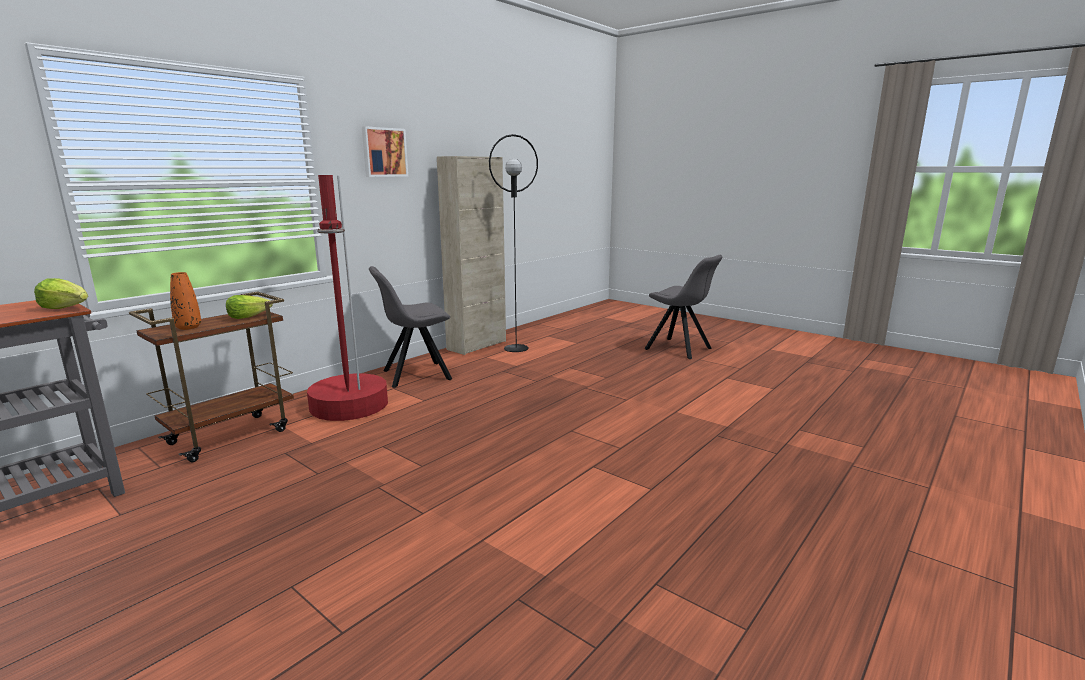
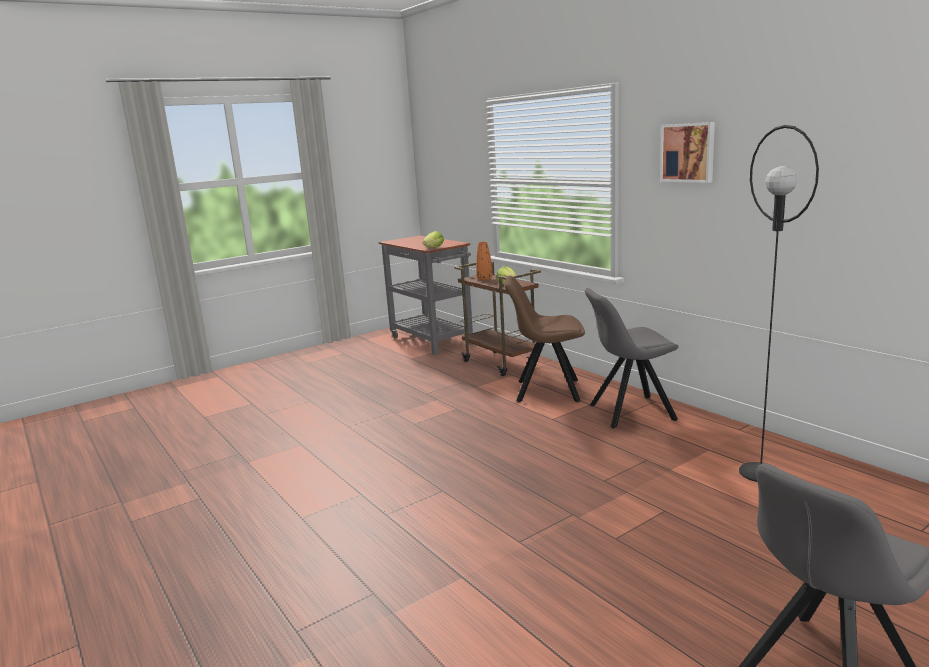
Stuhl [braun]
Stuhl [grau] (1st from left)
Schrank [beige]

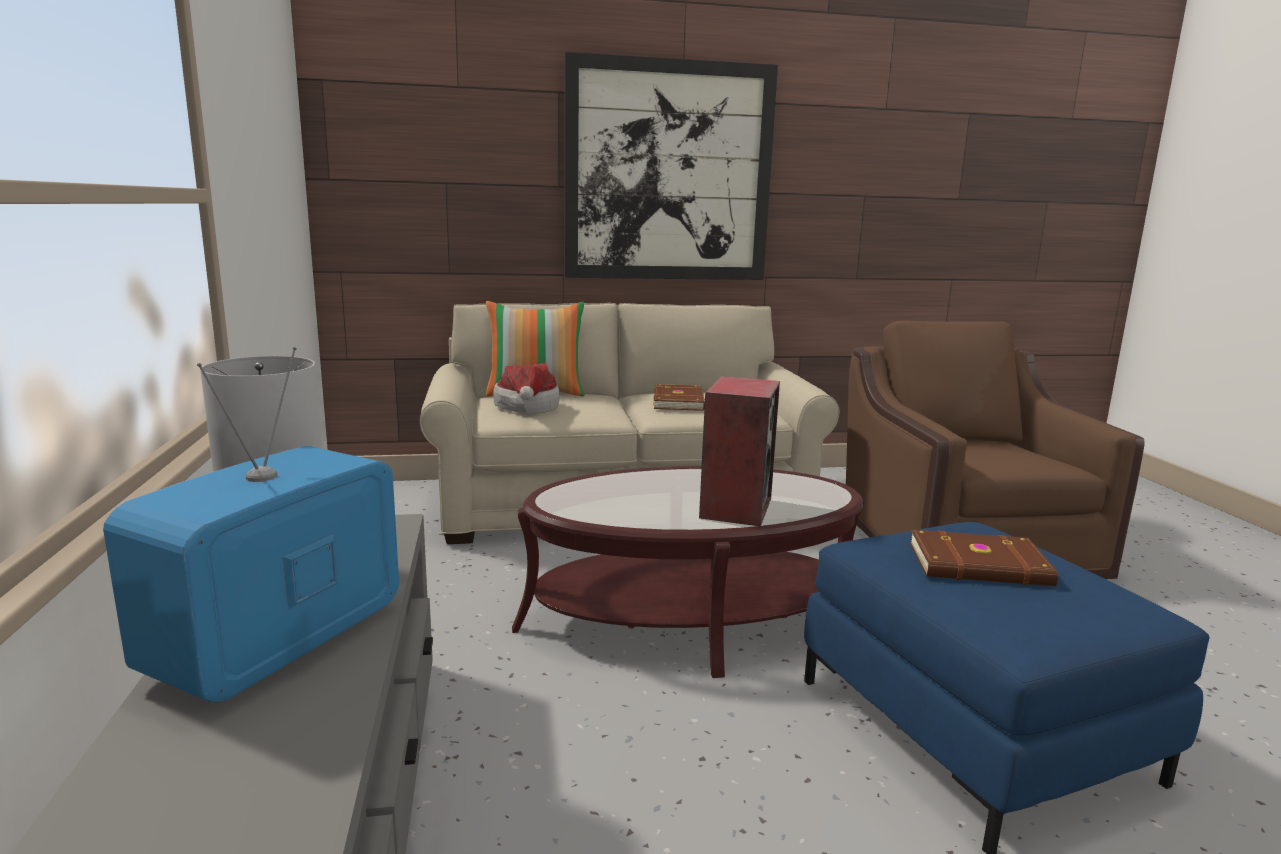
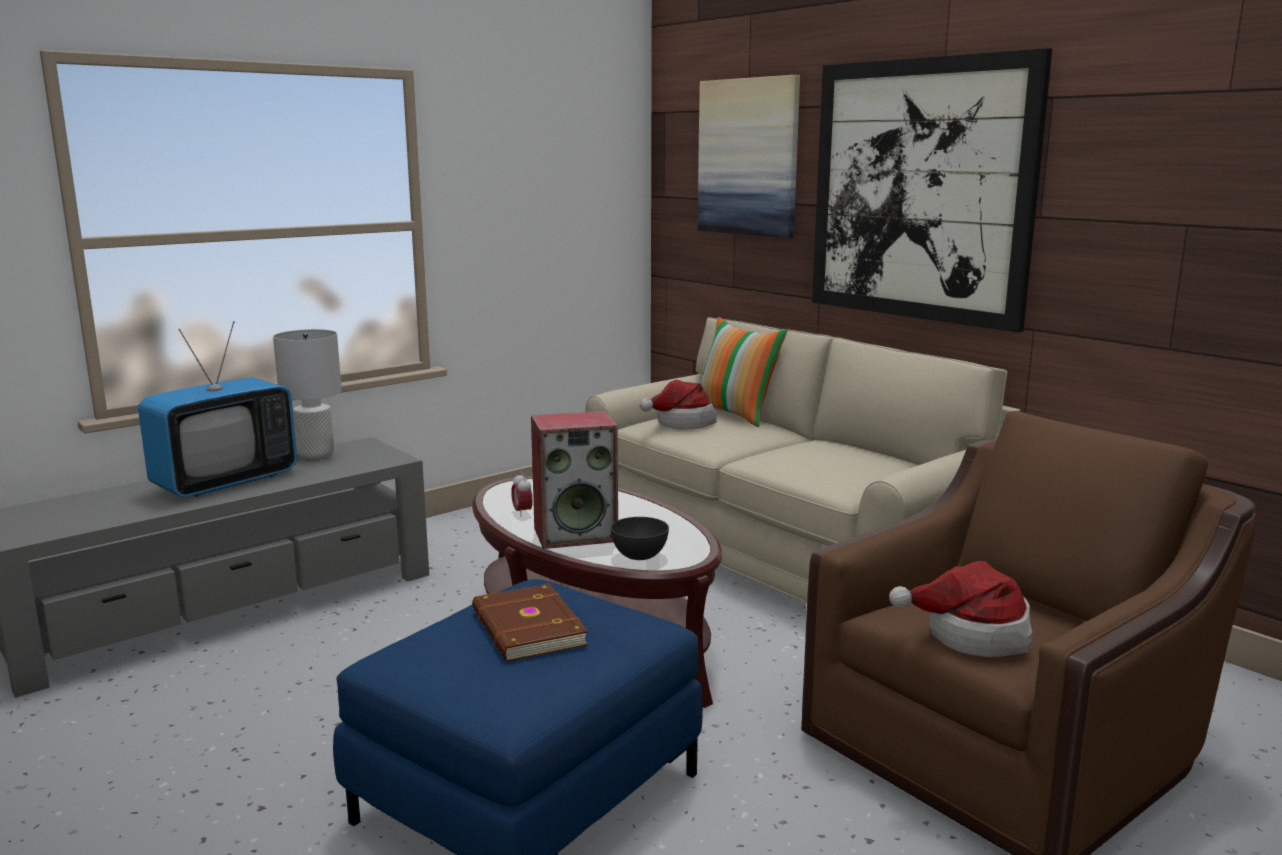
Fernseher
Wecker
Schüssel [grau]
Bild (1st from left)
Hut (2nd from left)
Buch [braun] (1st from left in the first image)

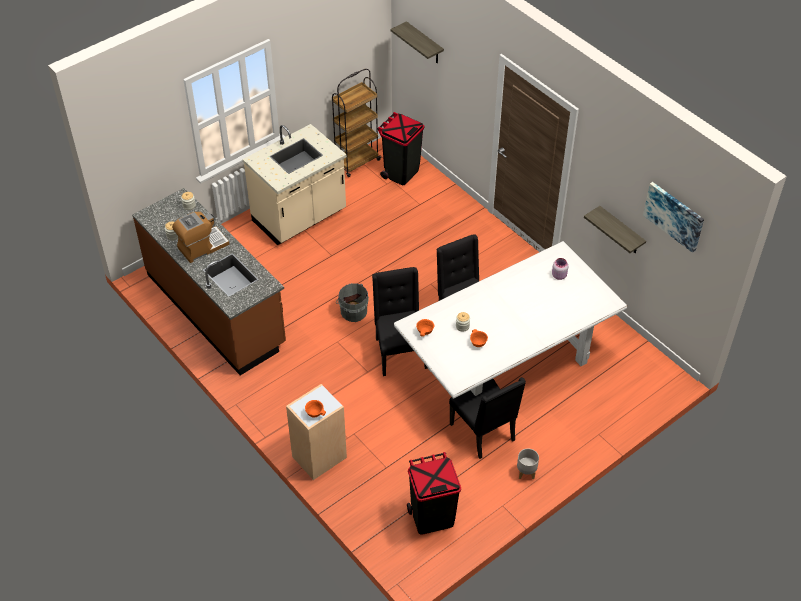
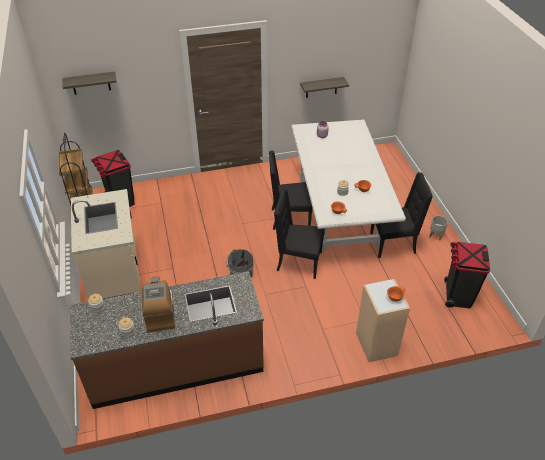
Bild

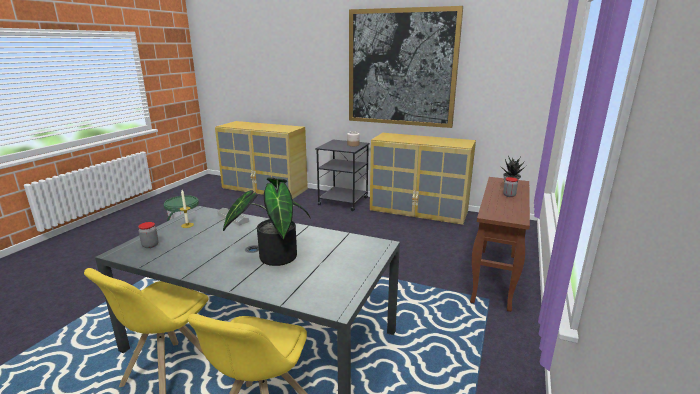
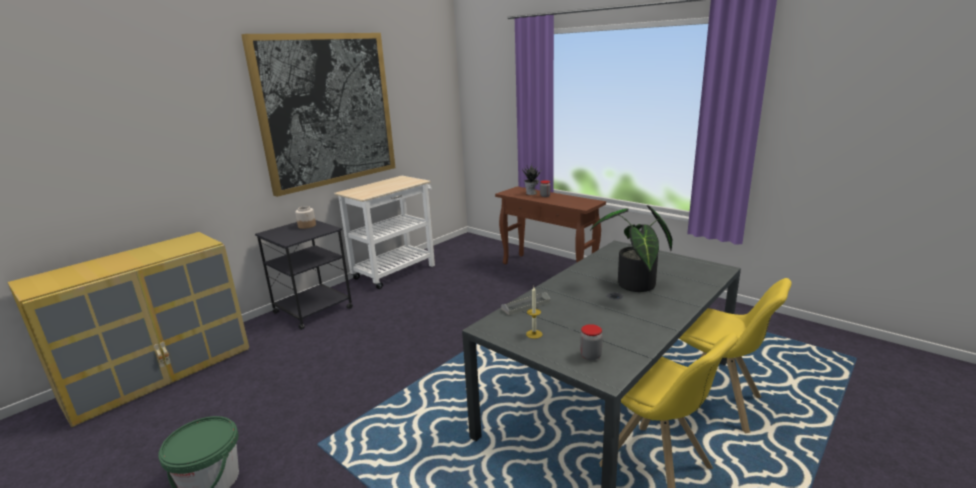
Rollwagen [weiß]

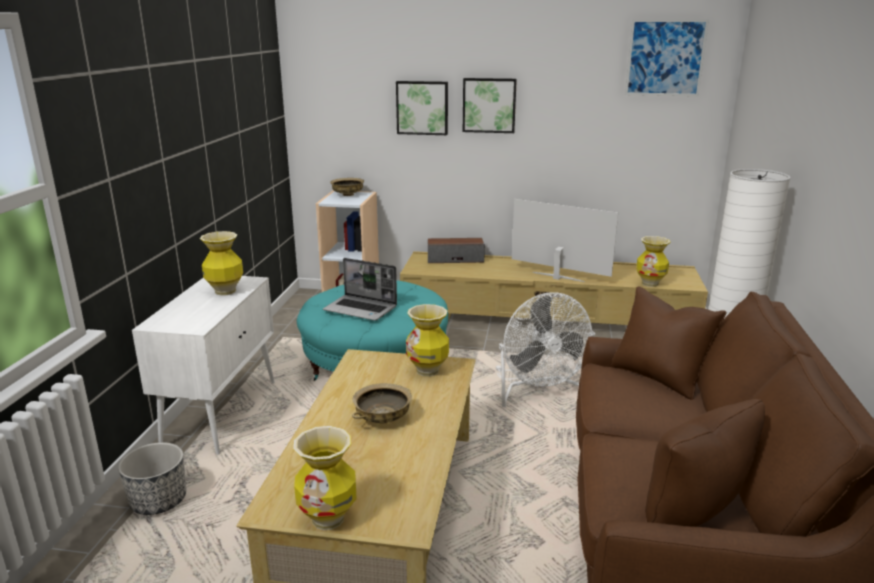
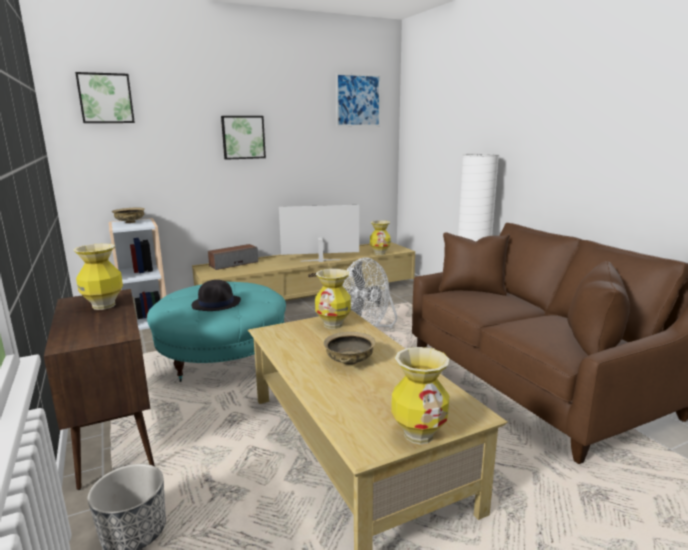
Schrank [braun]
Bild (1st from left)
Hut [schwarz]

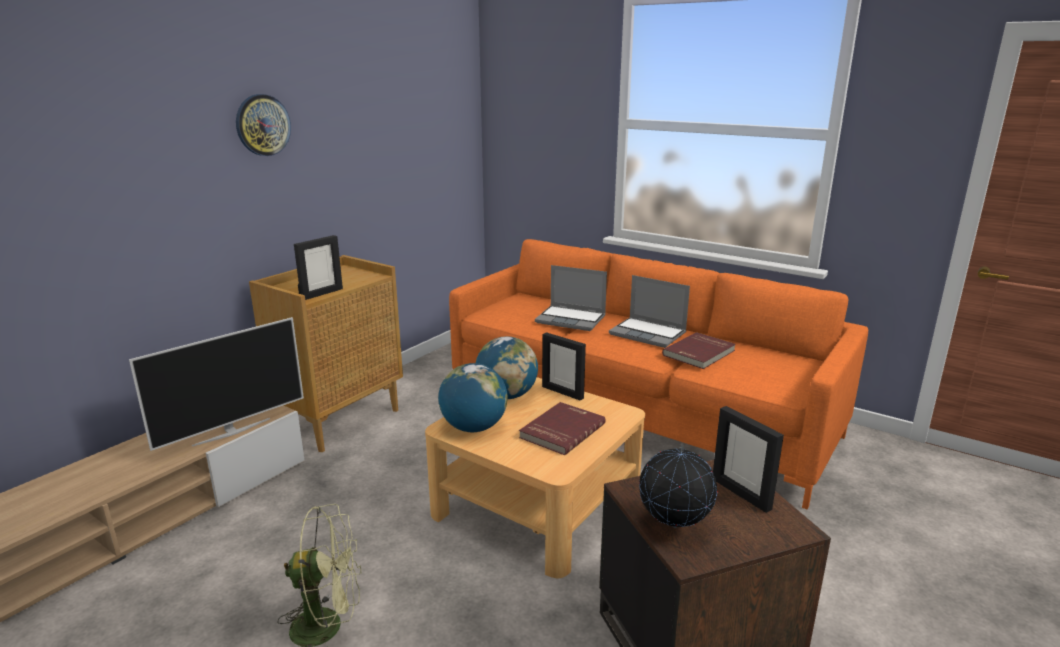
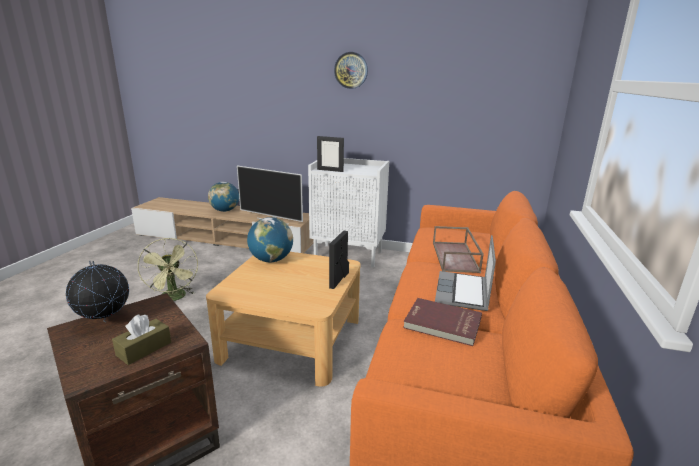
Taschentuchbox [braun]
Globus (2nd from left)
Schrank [weiß]
Tablett [braun]
Buch [rot] (1st from left in the first image)

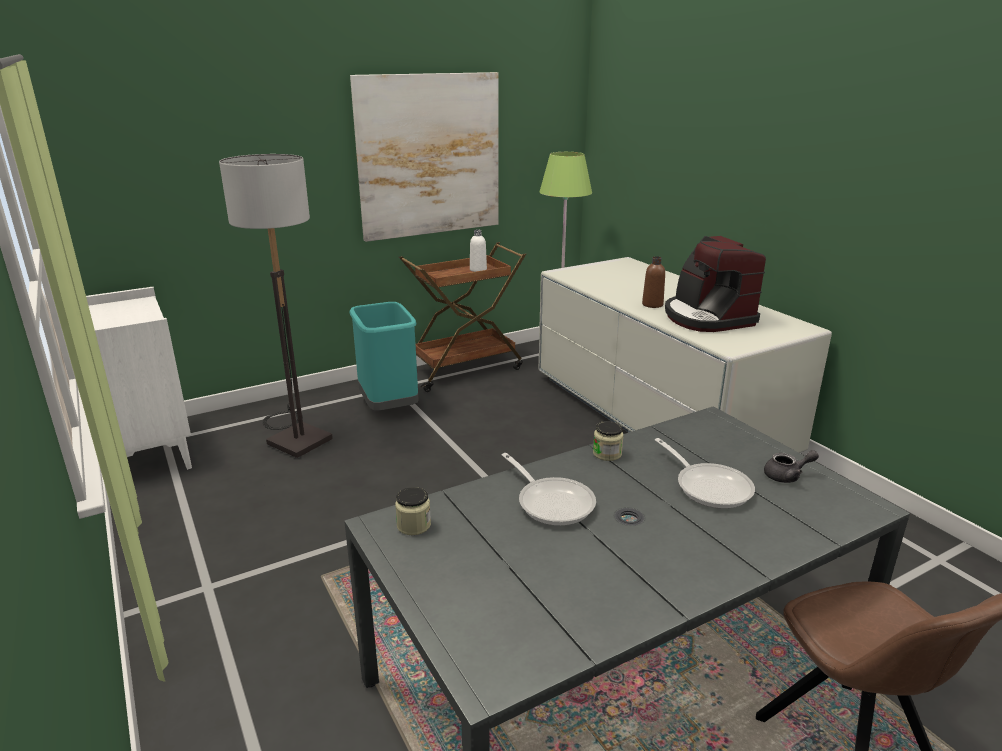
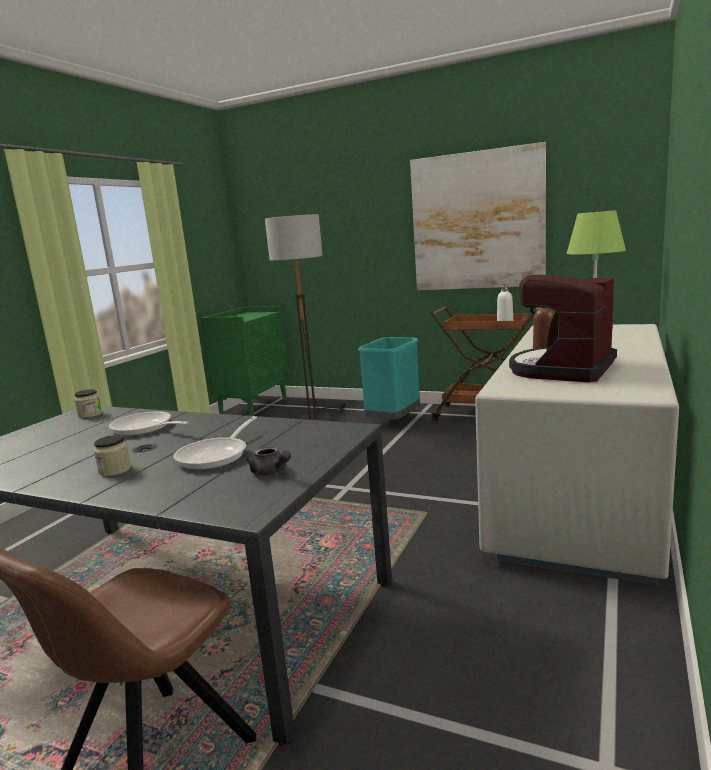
Vorratsglas (2nd from left)
Pfanne (1st from left)
Schrank [grün]

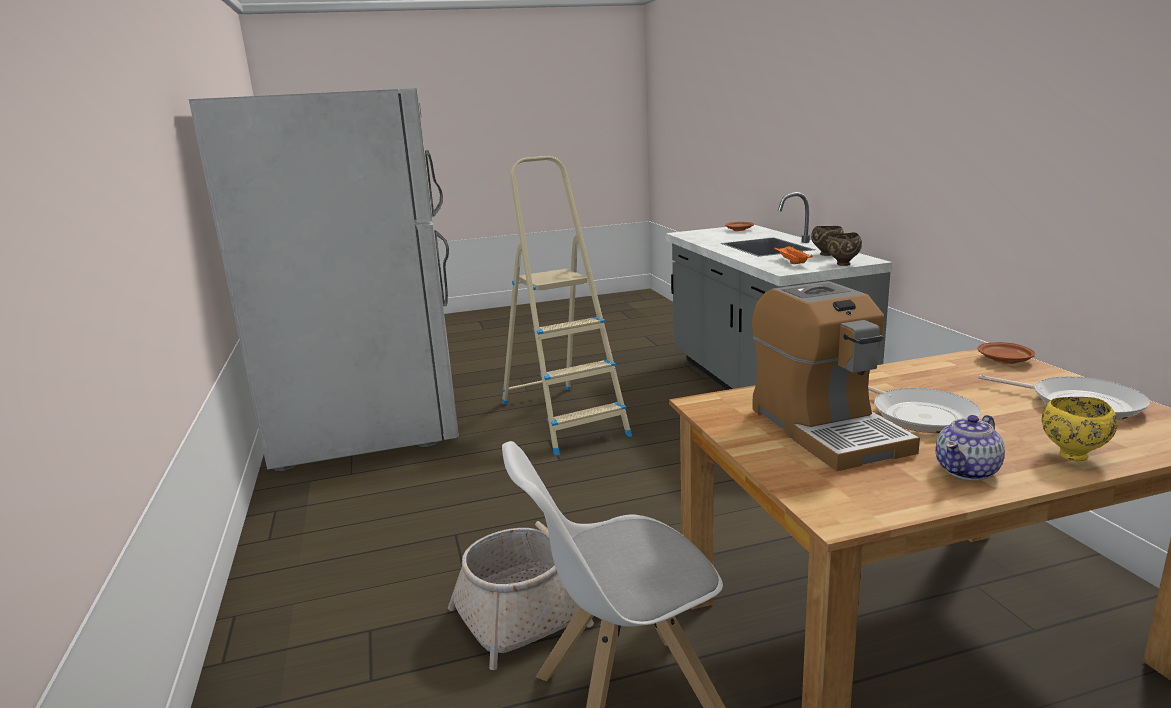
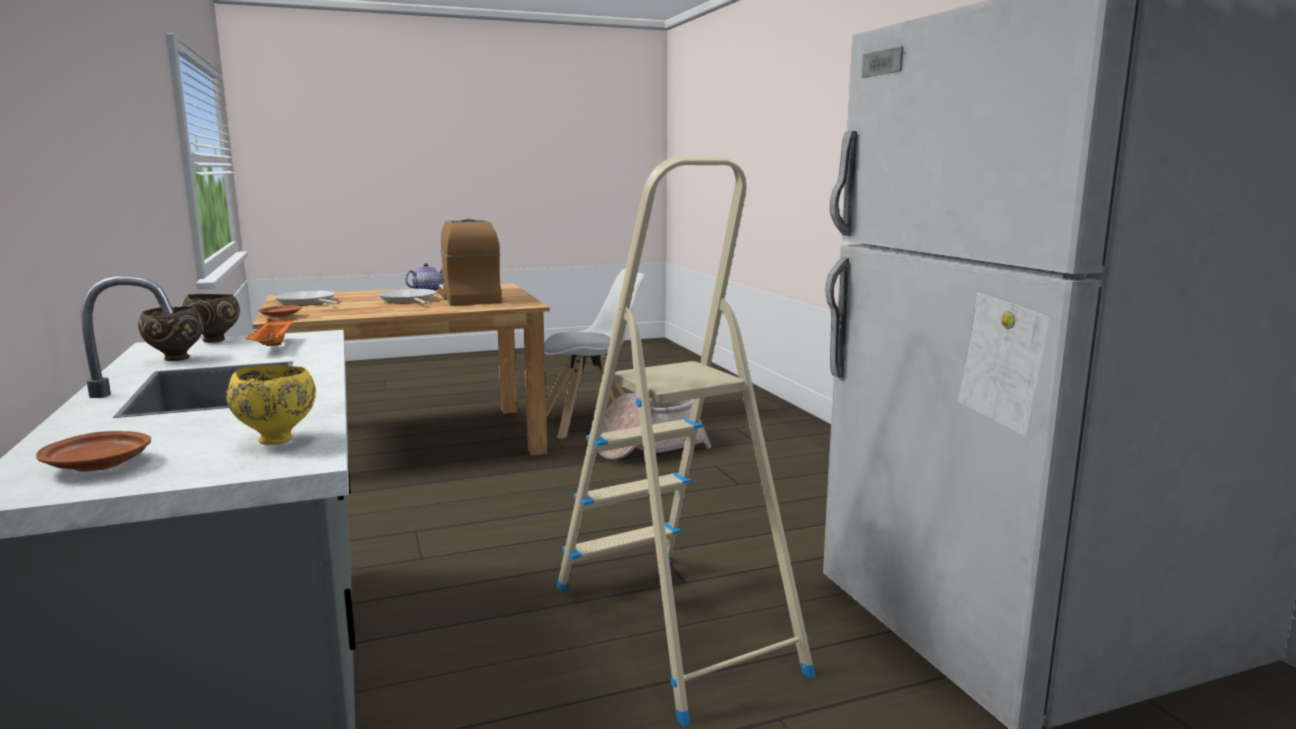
Schüssel [gelb]

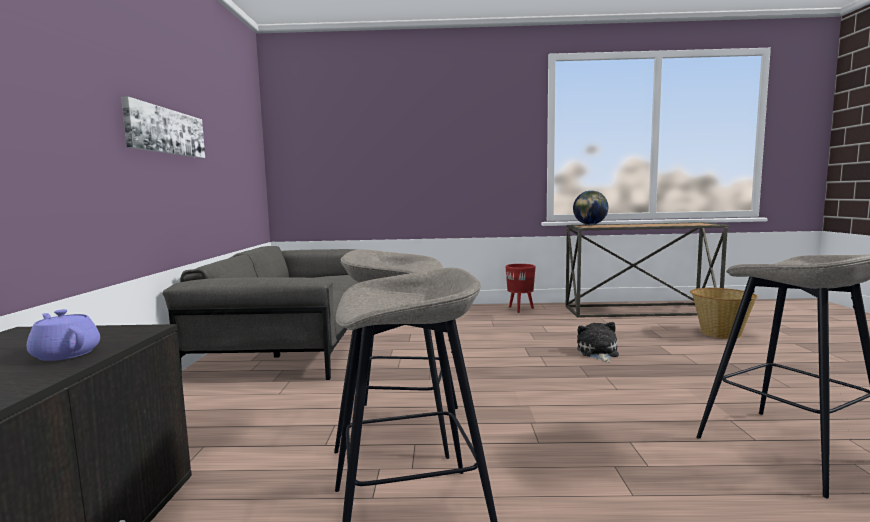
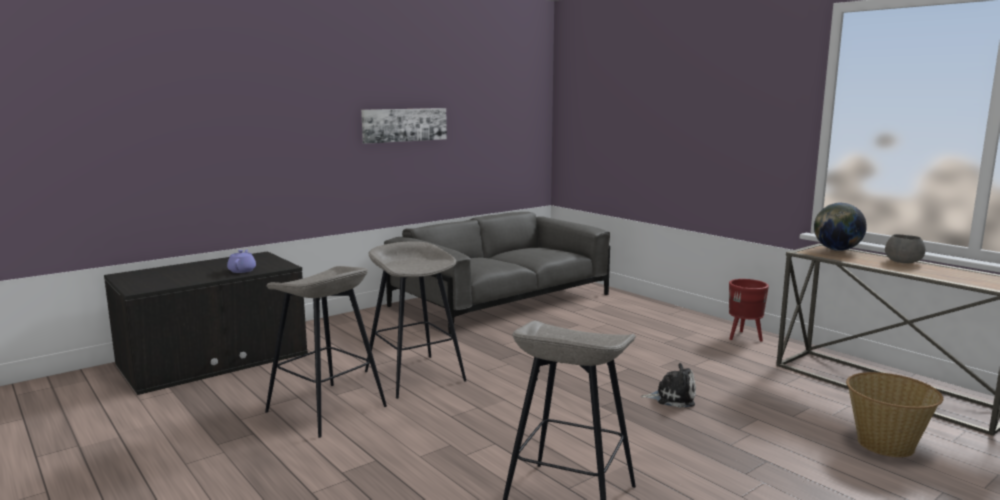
Plüschtier
Schüssel [grau]

